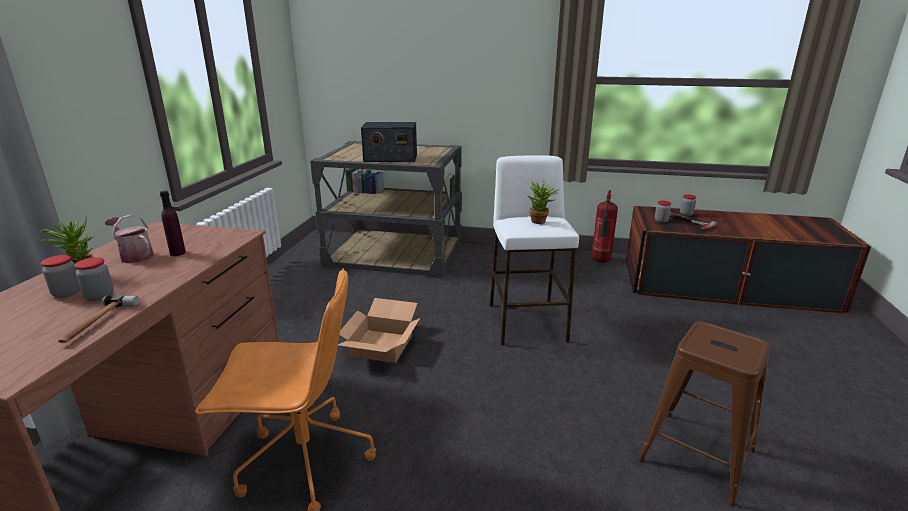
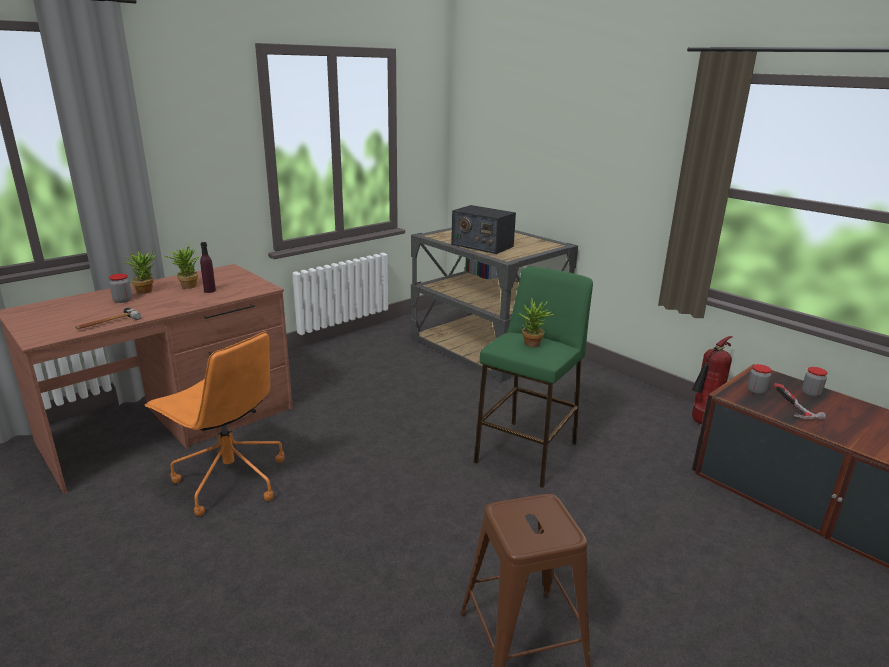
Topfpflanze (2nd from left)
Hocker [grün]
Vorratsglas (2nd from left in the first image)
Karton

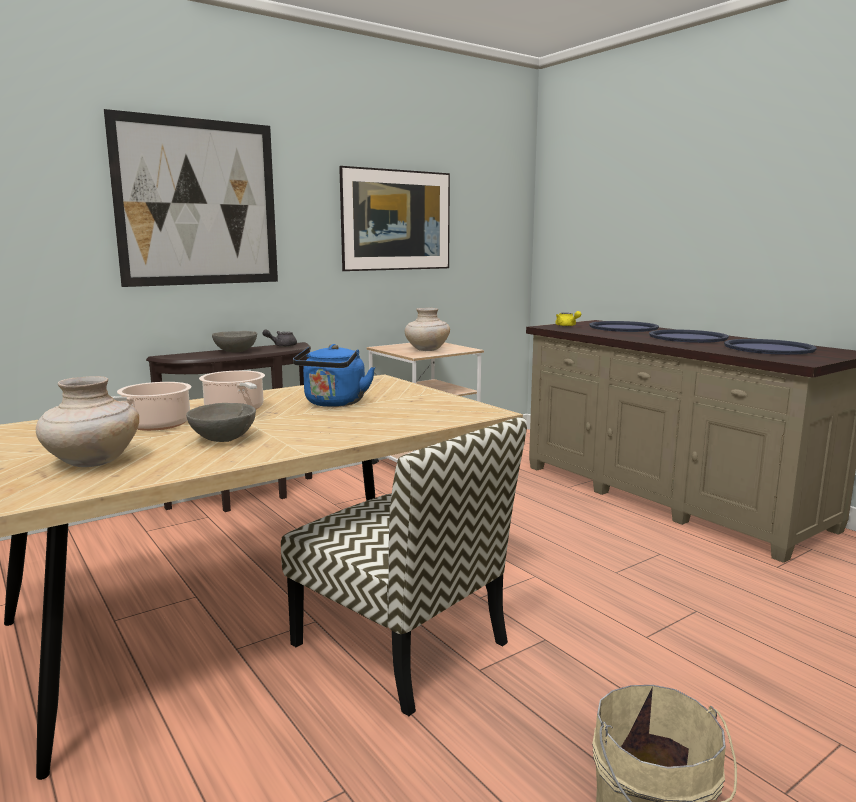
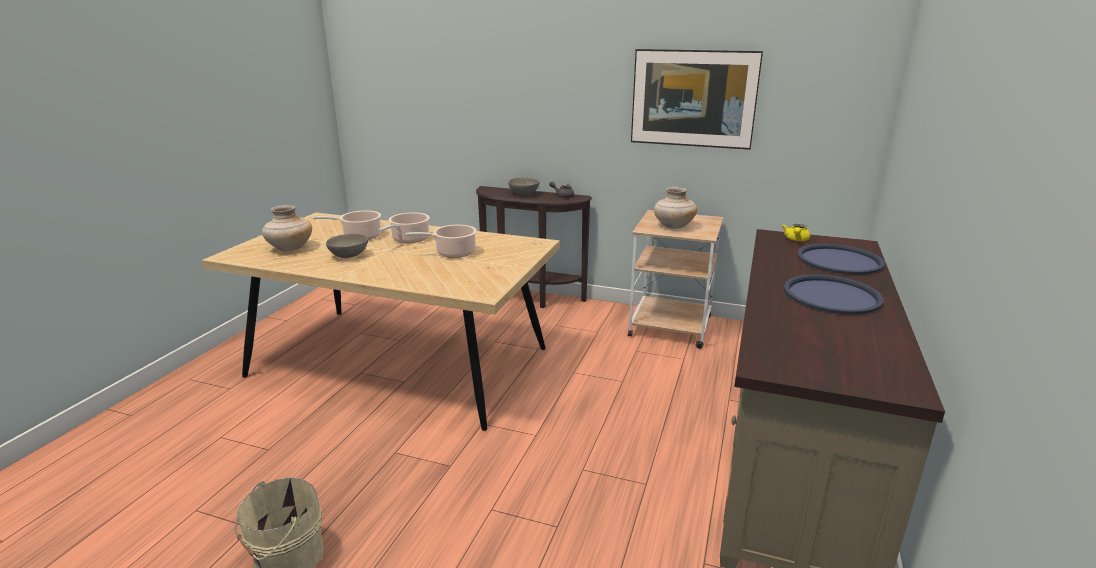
Kochtopf (3rd from left)
Bild (1st from left in the first image)
Stuhl
Tablett [blau] (3rd from left in the first image)

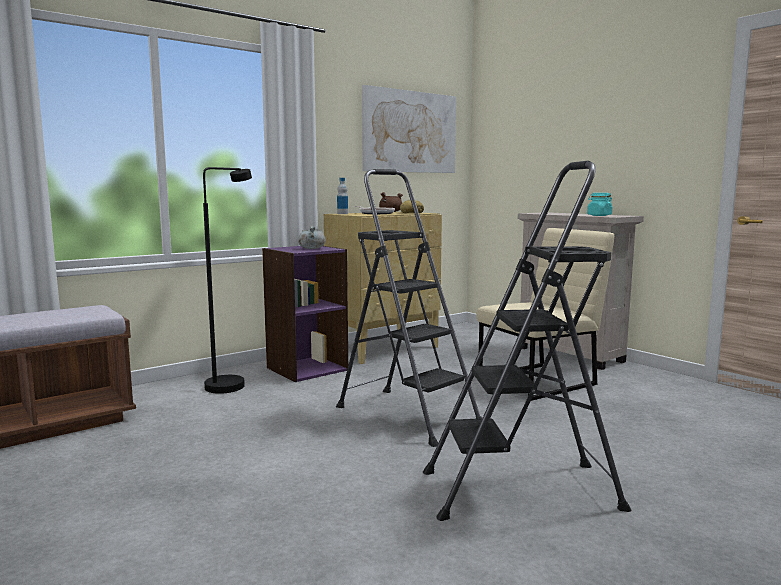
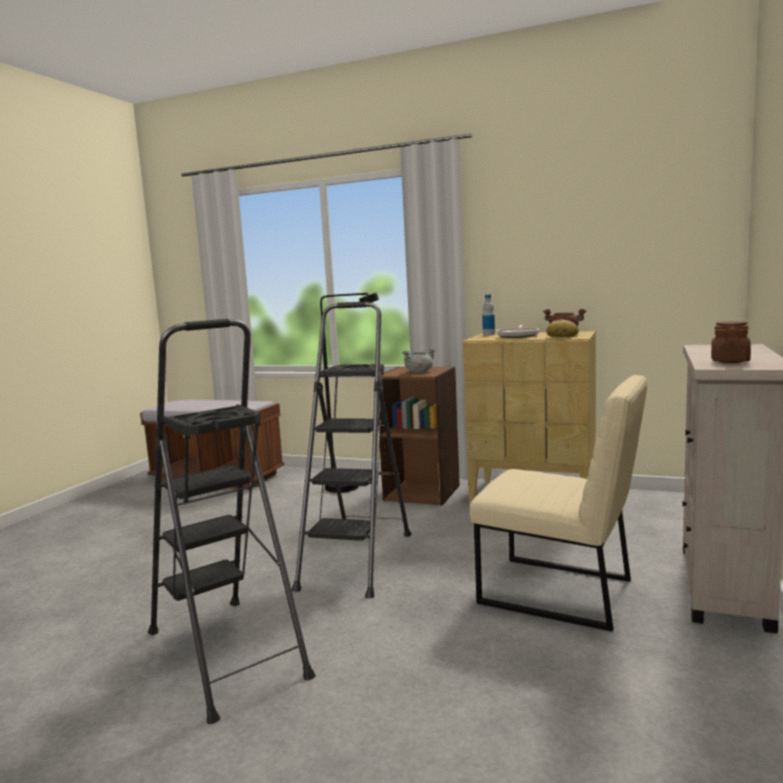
Bücherregal [braun]
Vorratsglas [braun]
Bild

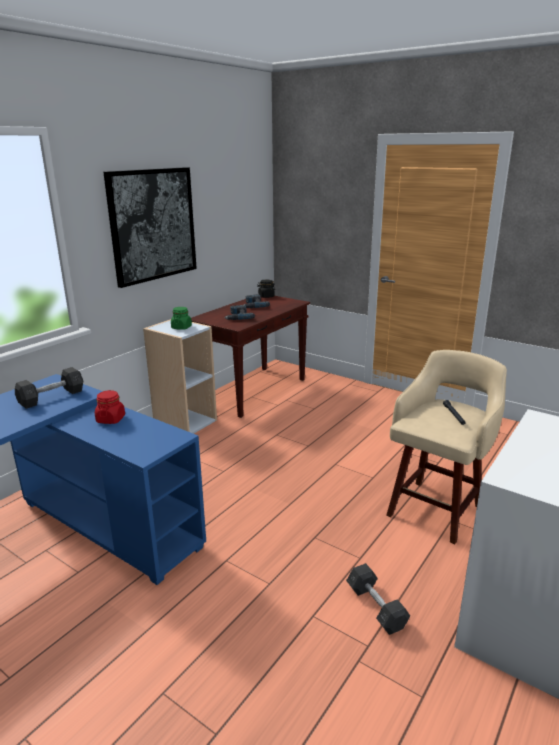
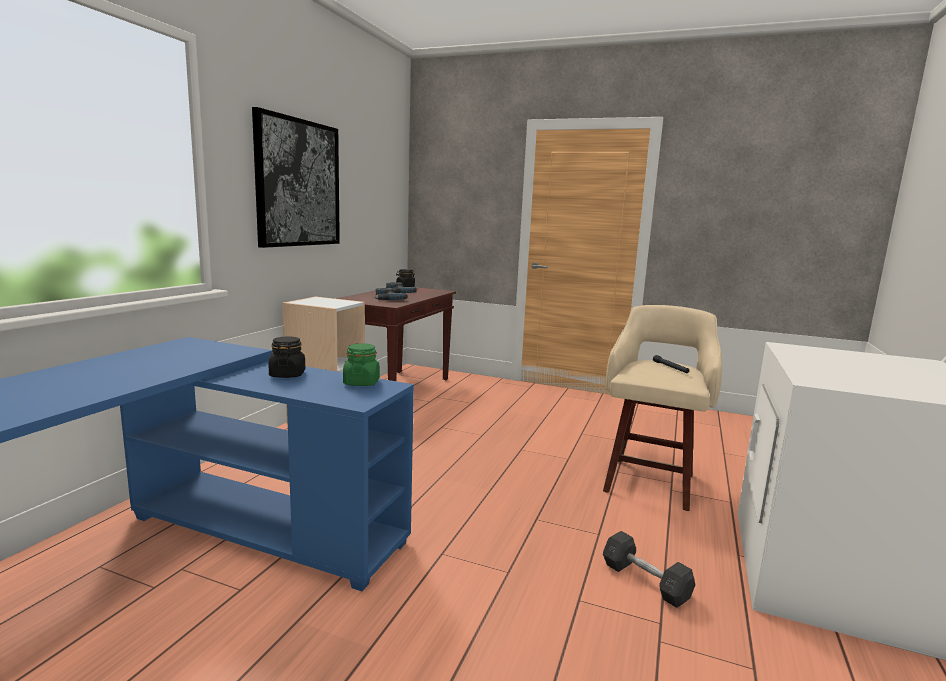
Vorratsglas [schwarz] (1st from left)
Vorratsglas [grün]
Hantel [grau] (1st from left in the first image)

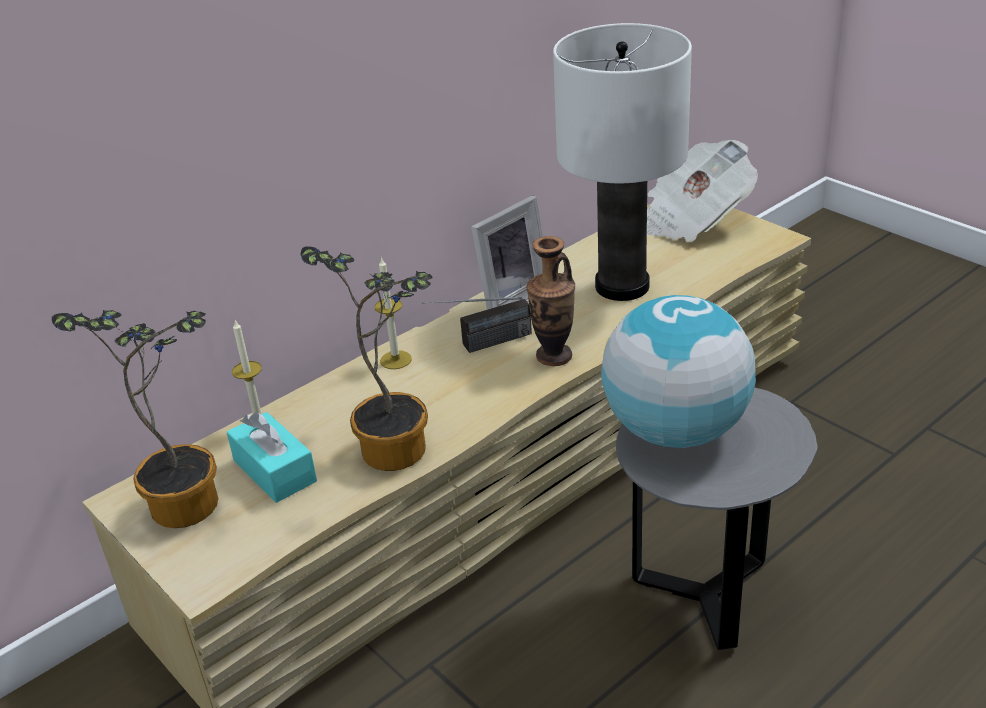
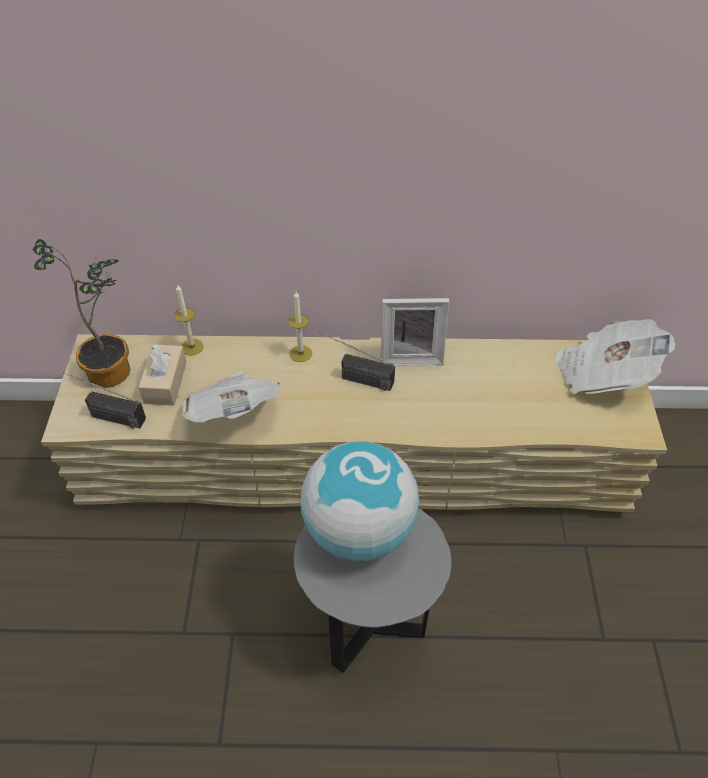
Radio (1st from left)
Taschentuchbox [beige]
Zeitung (1st from left)
Vase
Tischlampe [weiß]

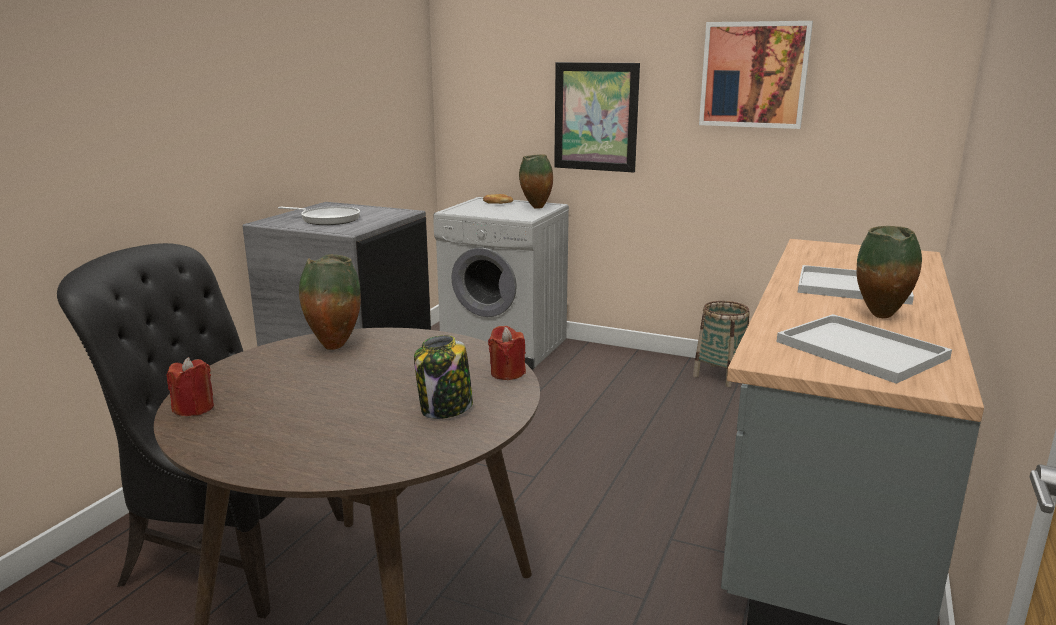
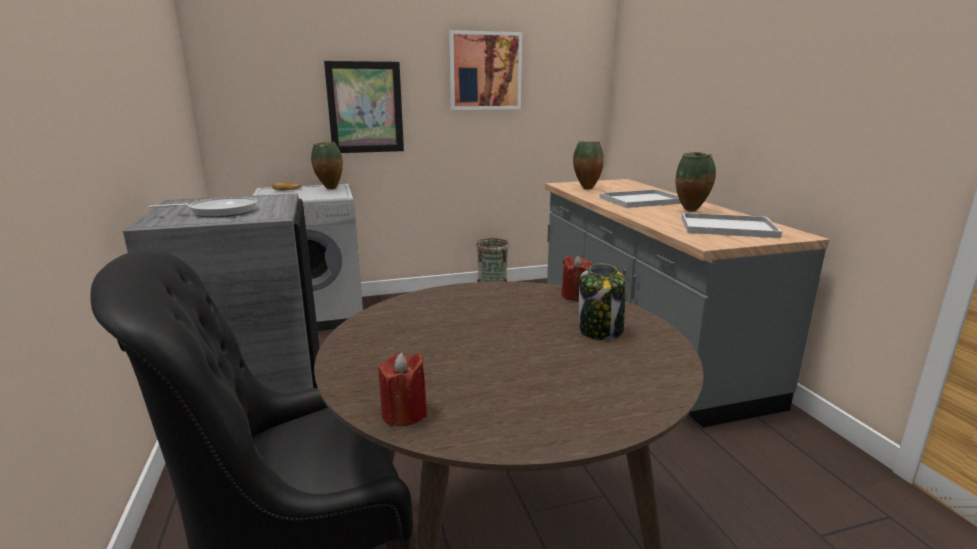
Vase (2nd from left)

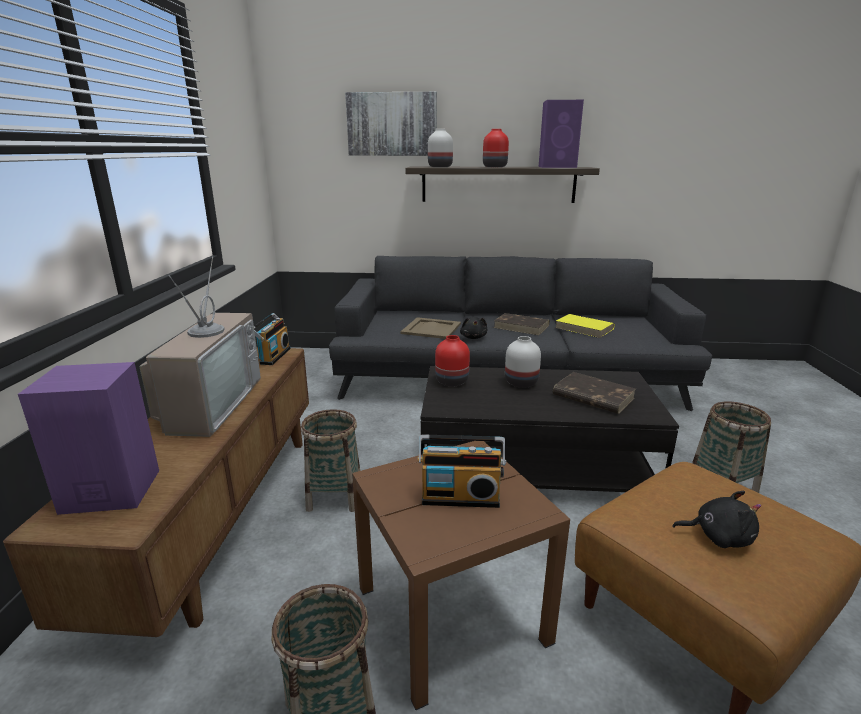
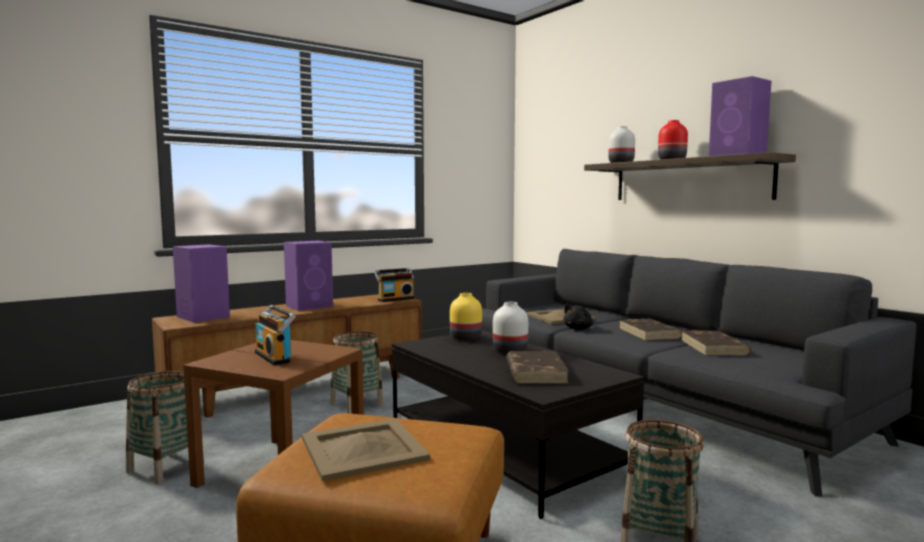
Lautsprecher [lila] (2nd from left)
Tablett [beige] (1st from left)
Vase [gelb]
Buch [braun] (3rd from left)
Bild

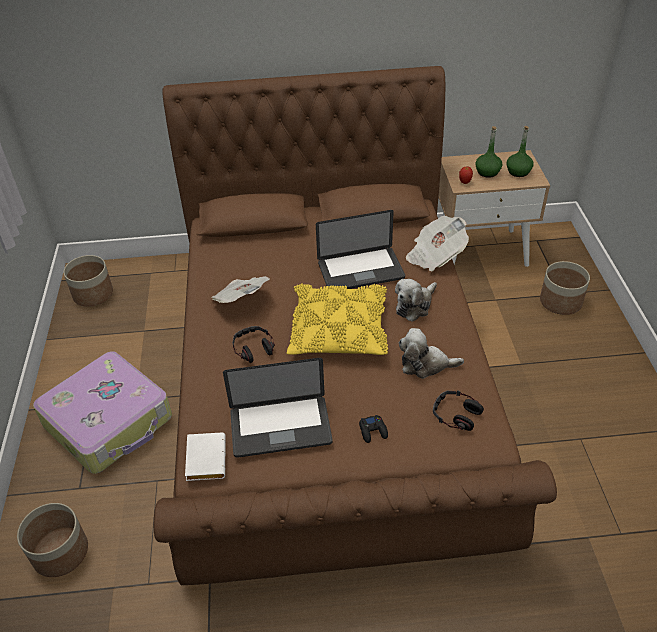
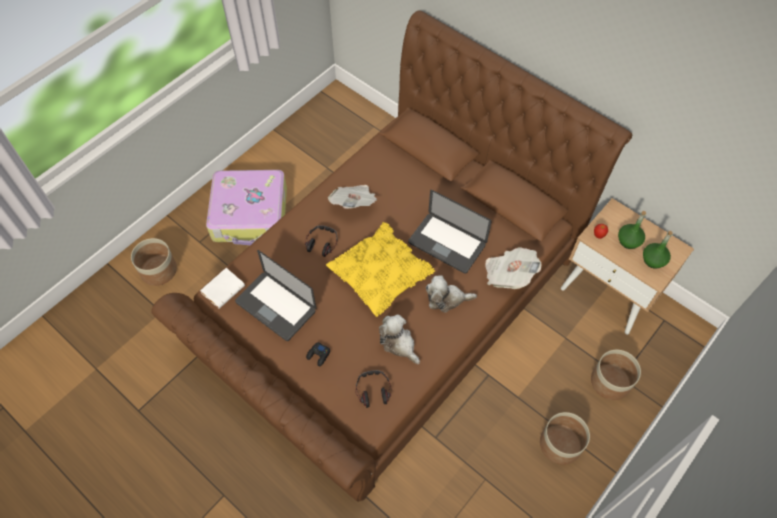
Pflanzkübel (2nd from left)

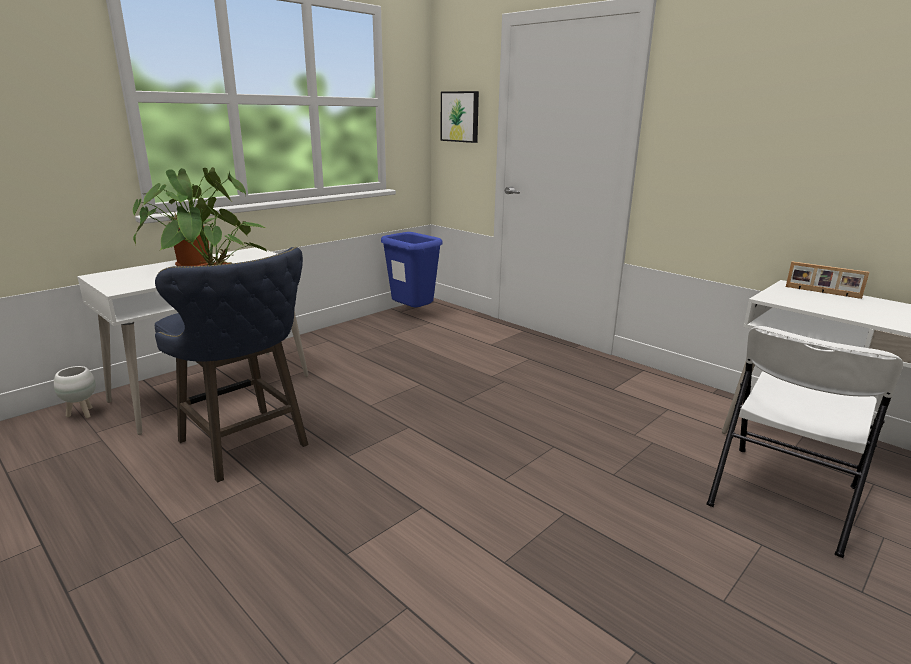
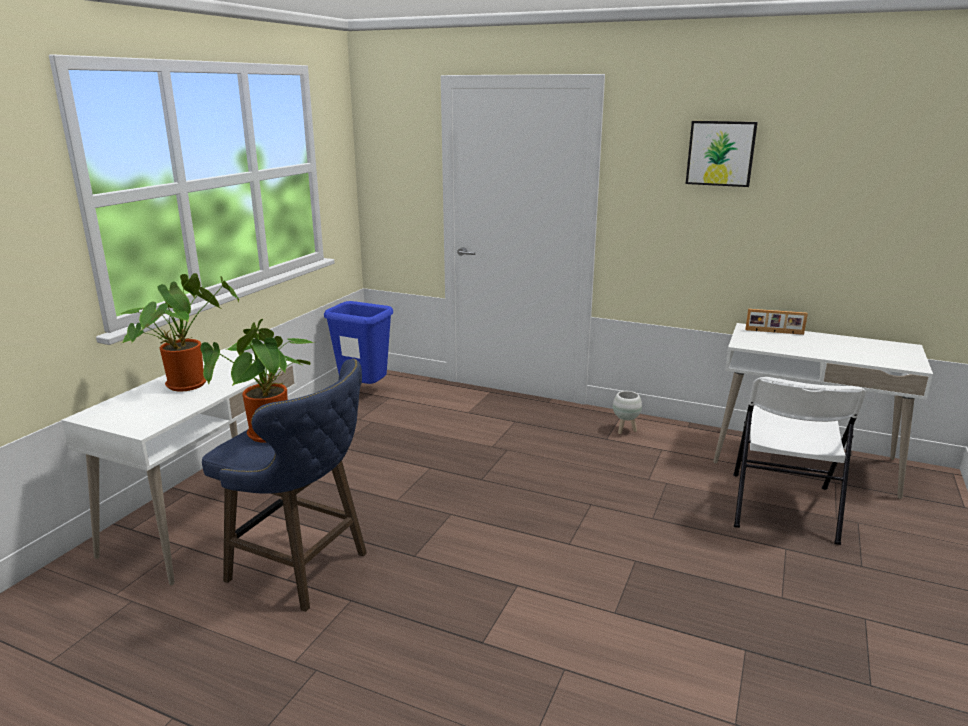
Pflanzkübel [weiß]
Bild

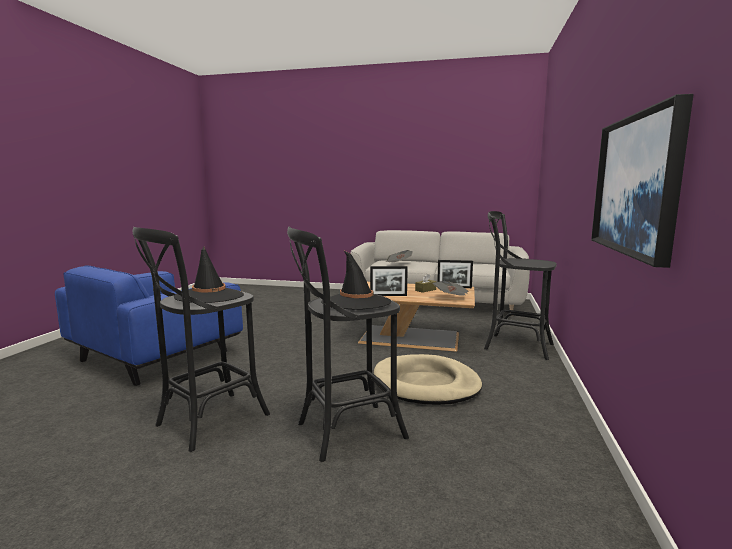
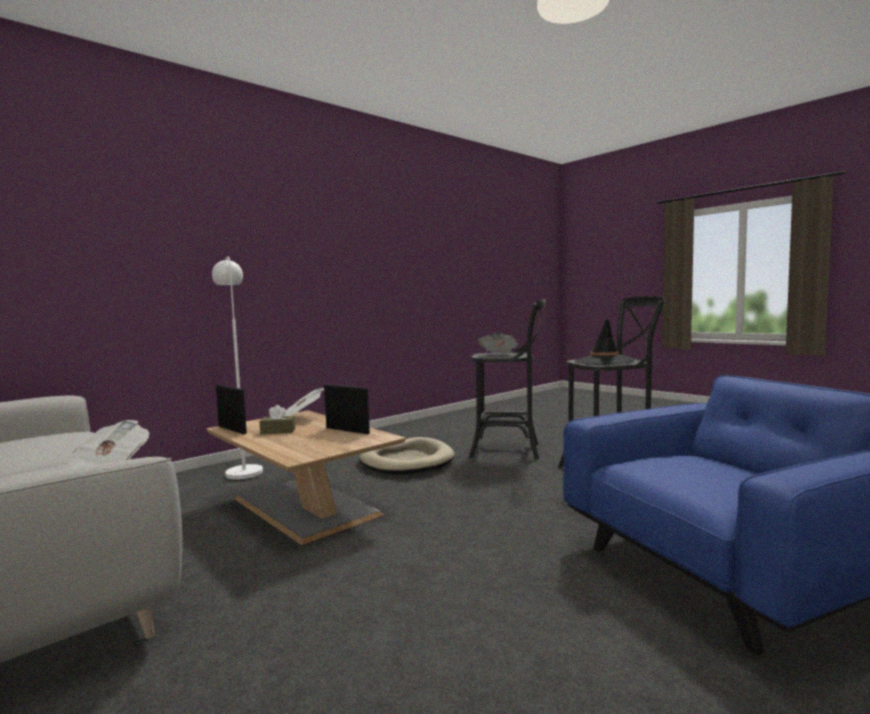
Stehlampe [weiß]
Zeitung (3rd from left)
Bild

